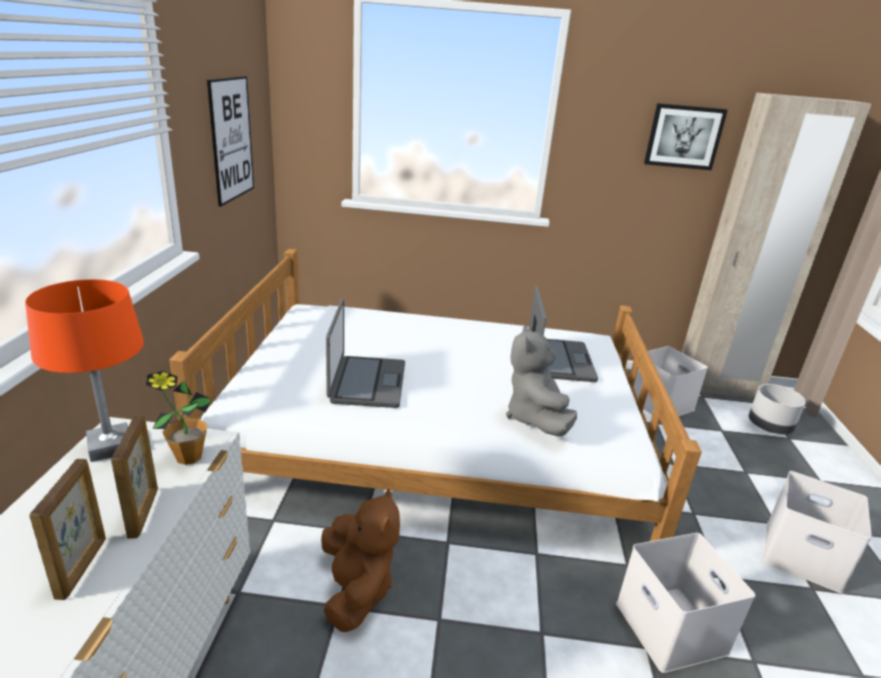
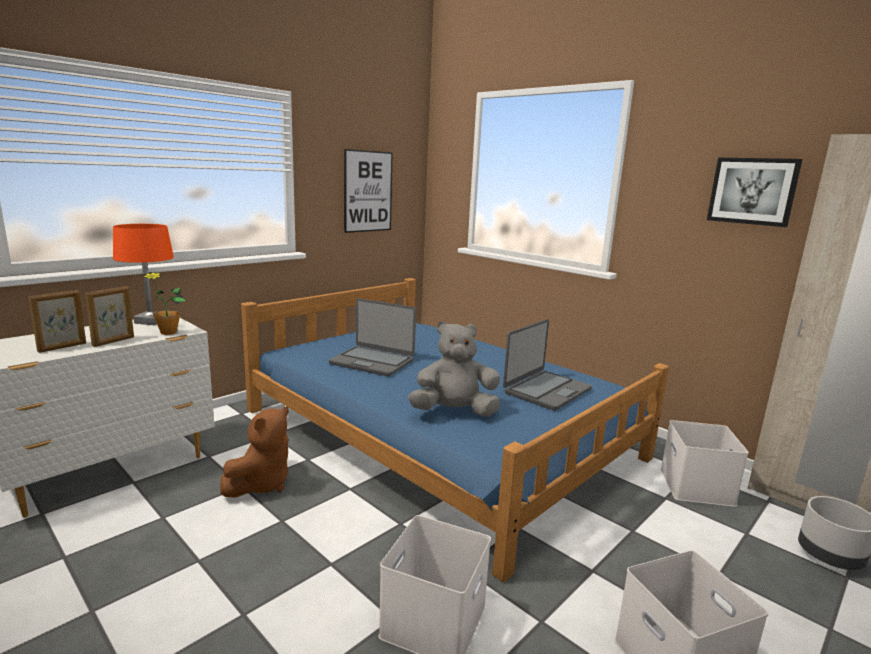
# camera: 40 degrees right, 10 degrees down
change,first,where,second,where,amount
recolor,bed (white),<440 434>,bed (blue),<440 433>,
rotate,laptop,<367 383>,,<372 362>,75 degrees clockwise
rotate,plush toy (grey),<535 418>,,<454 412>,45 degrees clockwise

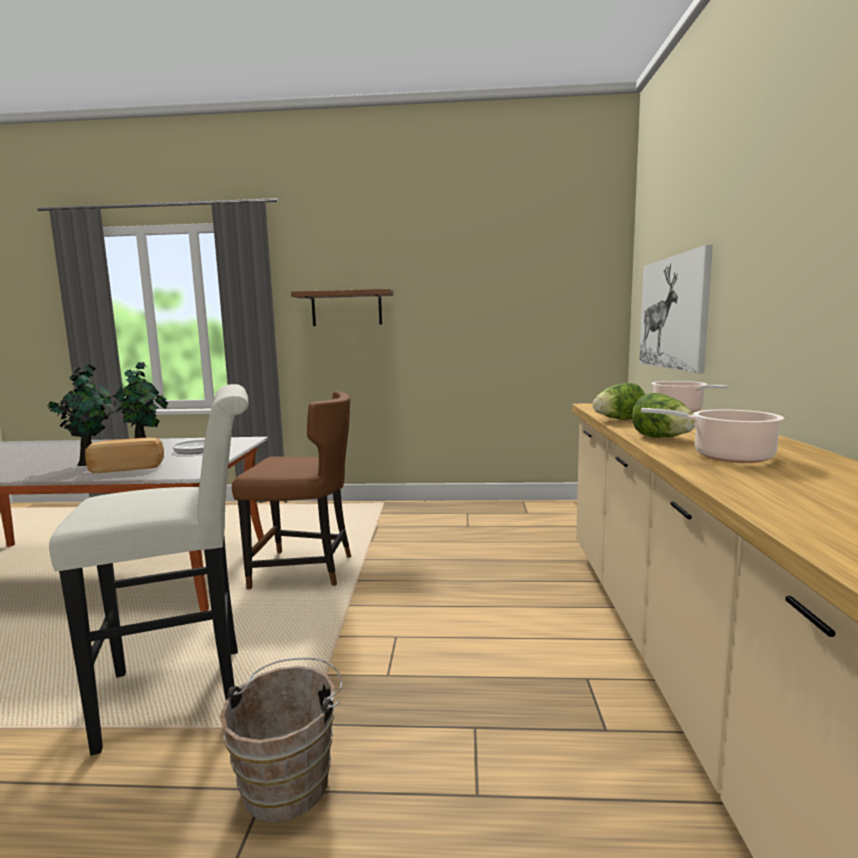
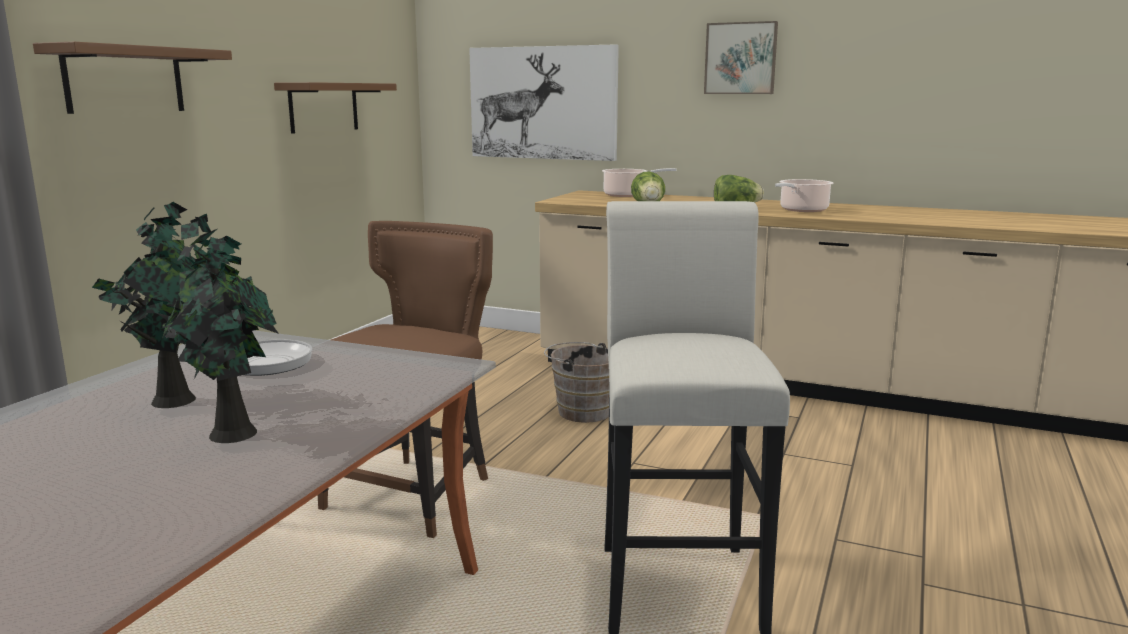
# camera: 70 degrees left, 5 degrees up
change,first,where,second,where,amount
insert,,,shelf (brown),<323 107>,
move,bucket (brown),<290 779>,,<581 411>,
insert,,,picture,<741 58>,
delete,bread,<128 468>,,,

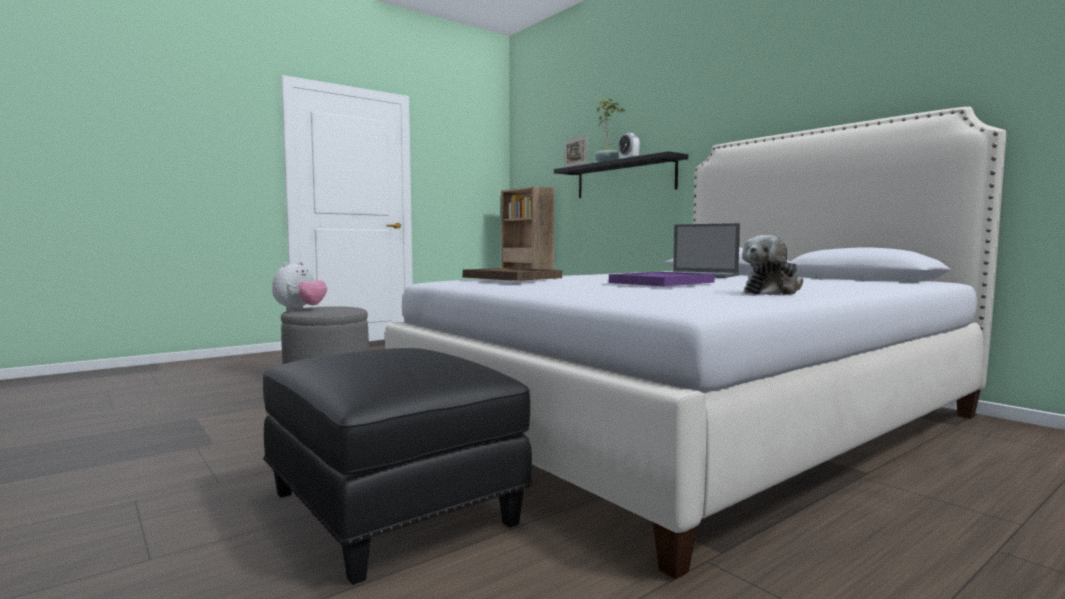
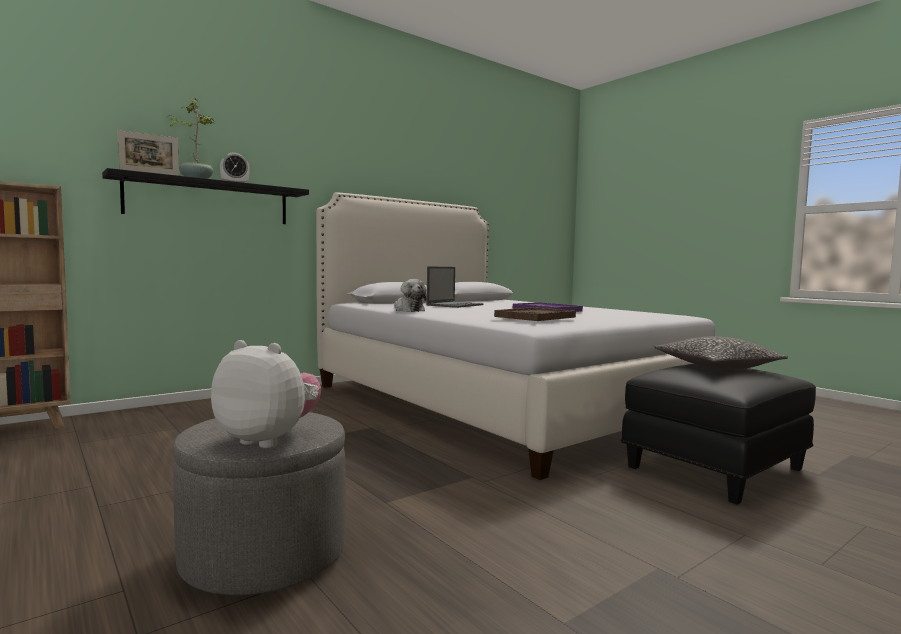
# camera: 90 degrees left, 0 degrees up
change,first,where,second,where,amount
move,plush toy,<772 292>,,<408 310>,
insert,,,pillow,<716 366>,

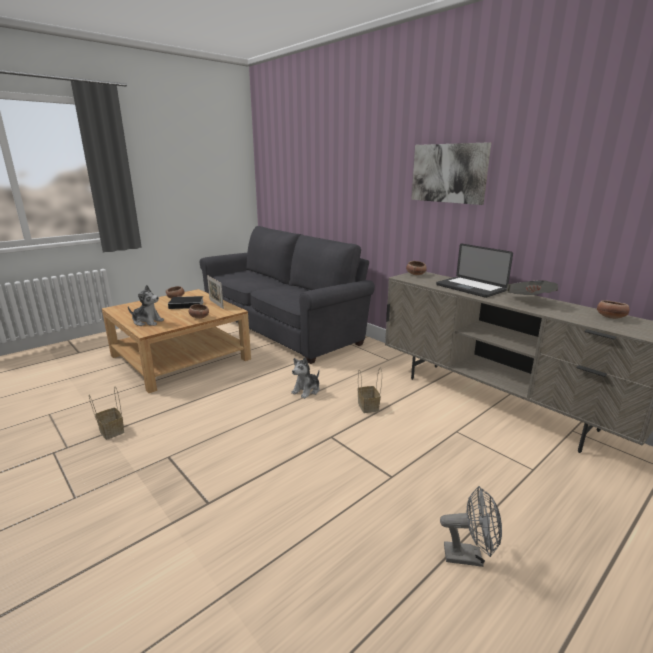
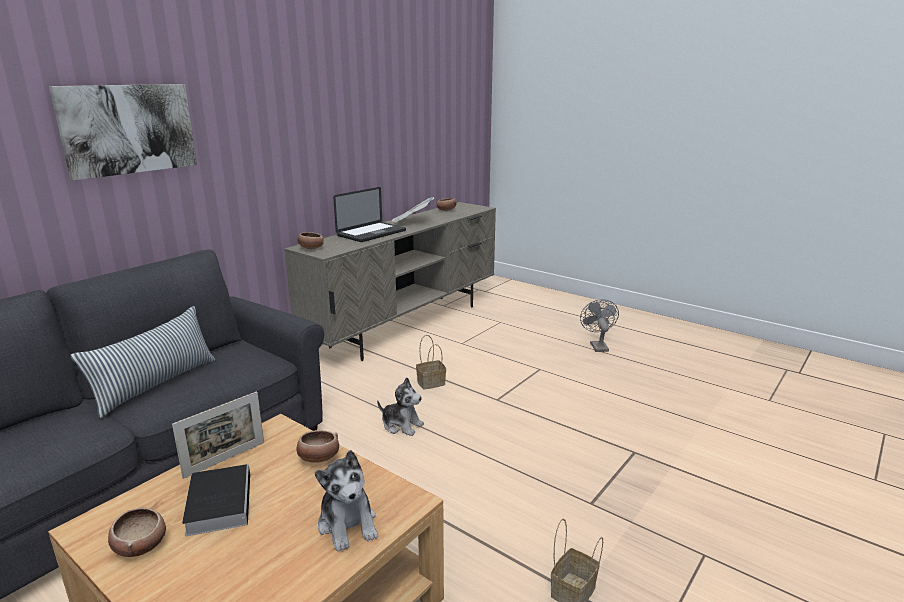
# camera: 100 degrees left, 0 degrees up
change,first,where,second,where,amount
move,picture,<449 173>,,<128 129>,
insert,,,pillow,<156 384>,
rotate,plush toy,<147 322>,,<348 524>,150 degrees clockwise

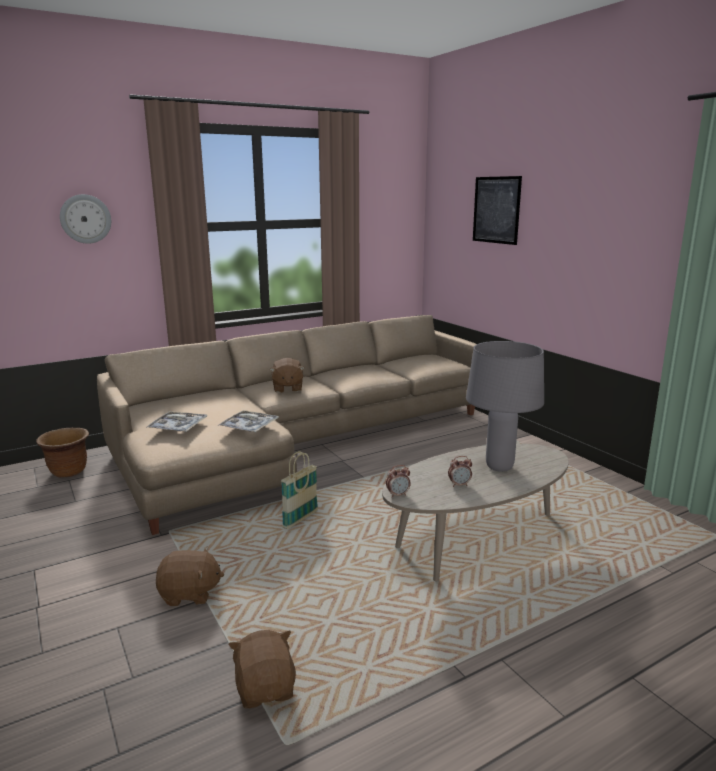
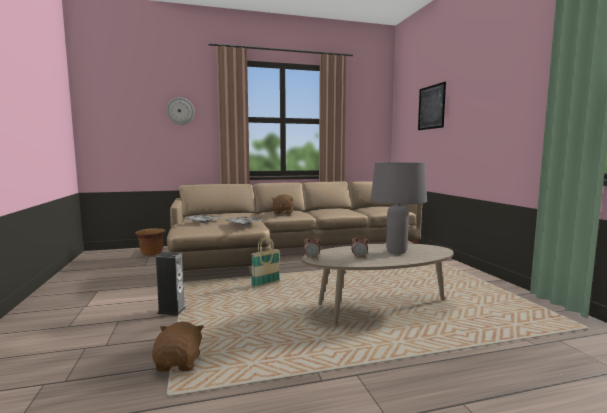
# camera: 15 degrees right, 10 degrees down
change,first,where,second,where,amount
replace,plush toy (brown),<190 594>,speaker,<171 311>,

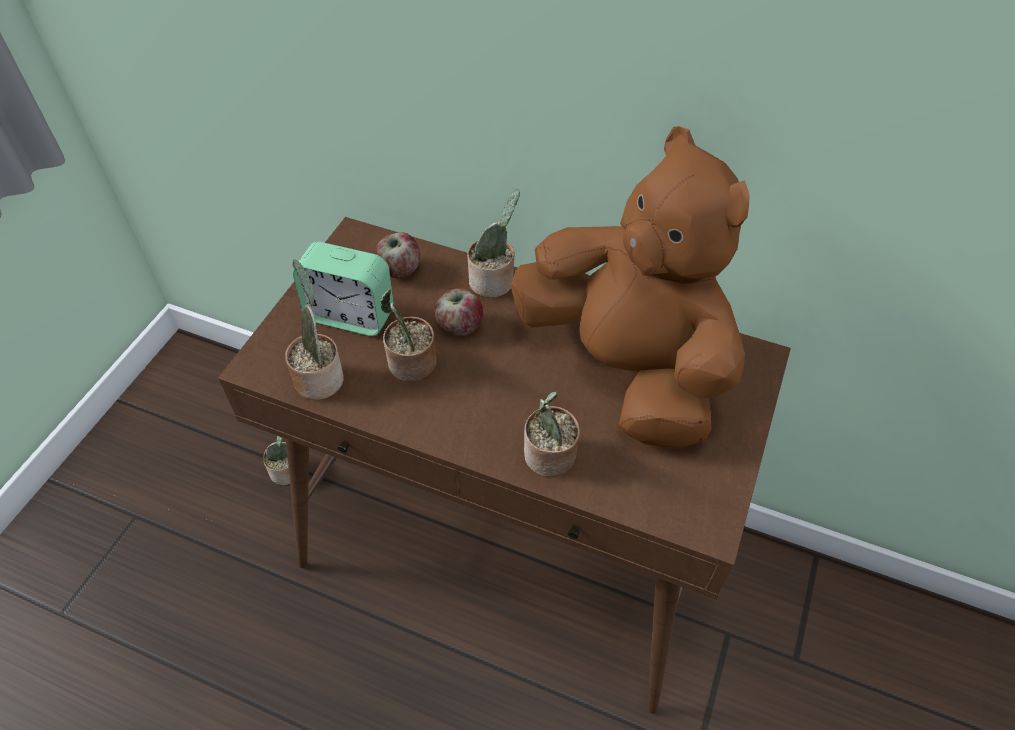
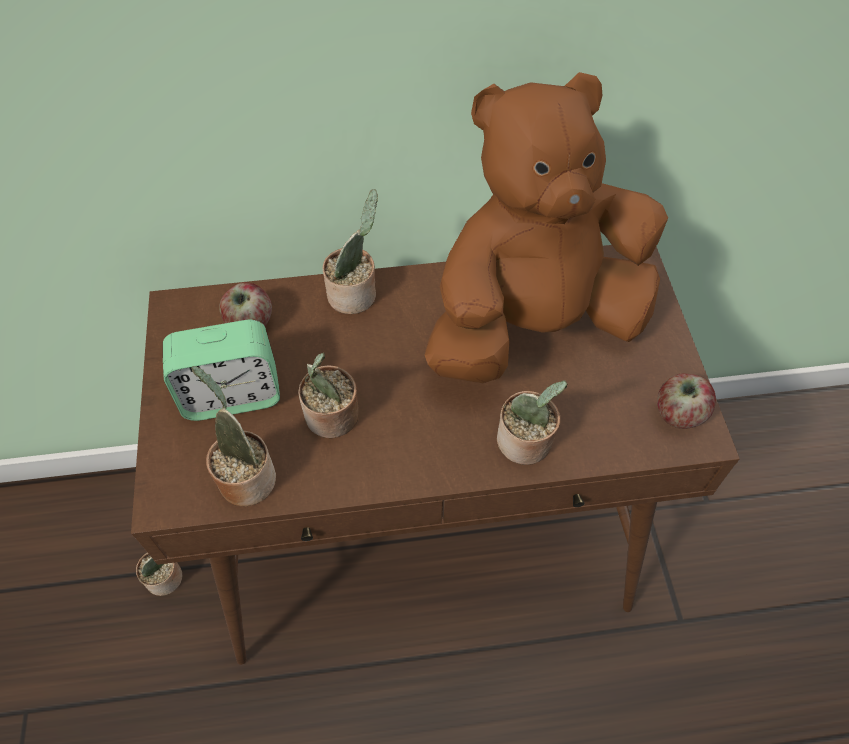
# camera: 30 degrees left, 5 degrees up
change,first,where,second,where,amount
rotate,plush toy (brown),<626 368>,,<534 323>,45 degrees counterclockwise
move,apple,<460 326>,,<678 414>,

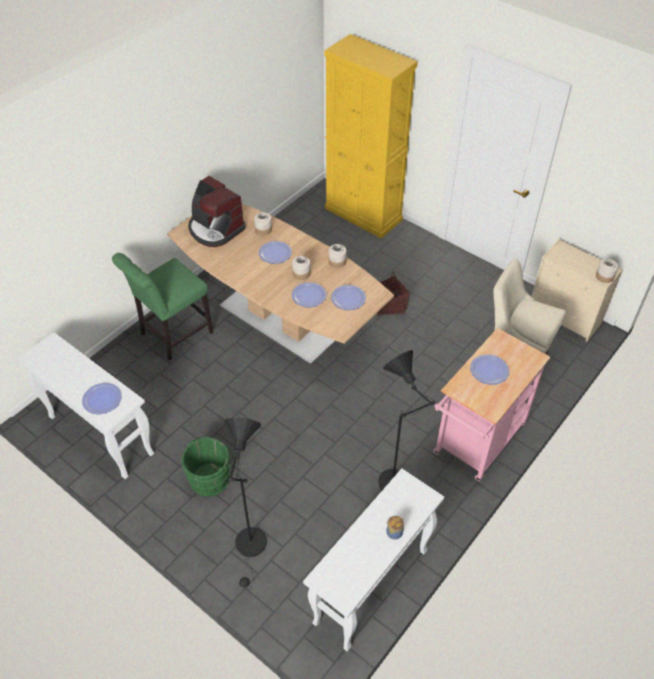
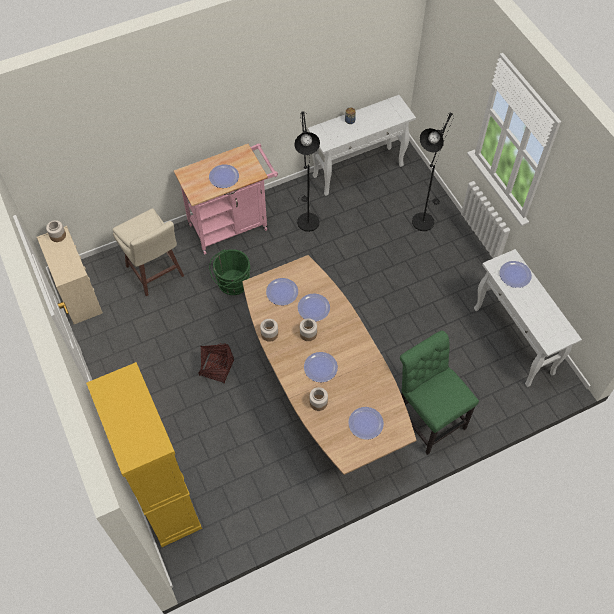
# camera: 155 degrees left, 10 degrees up
change,first,where,second,where,amount
move,bucket (green),<212 478>,,<231 283>,
replace,coffee machine,<215 229>,plate,<365 423>,
rotate,chair (green),<173 335>,,<427 417>,105 degrees counterclockwise

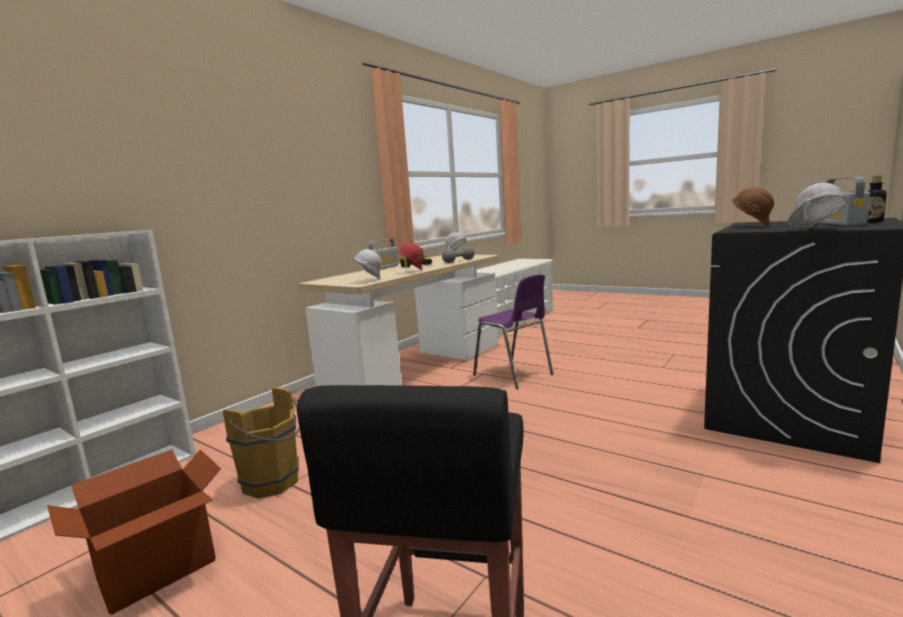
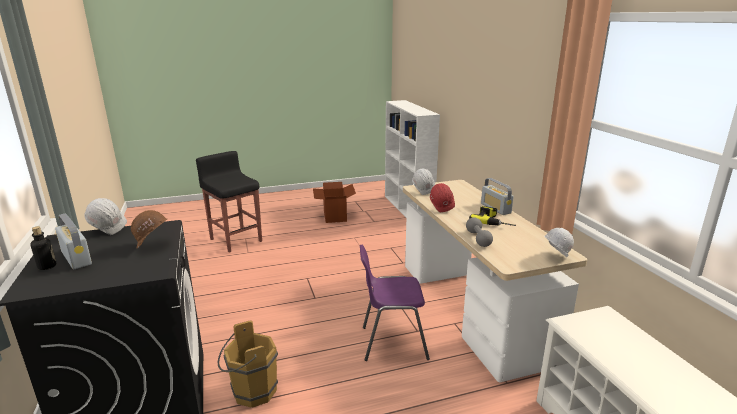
# camera: 125 degrees right, 10 degrees up
change,first,where,second,where,amount
move,bucket (brown),<274 483>,,<251 392>,

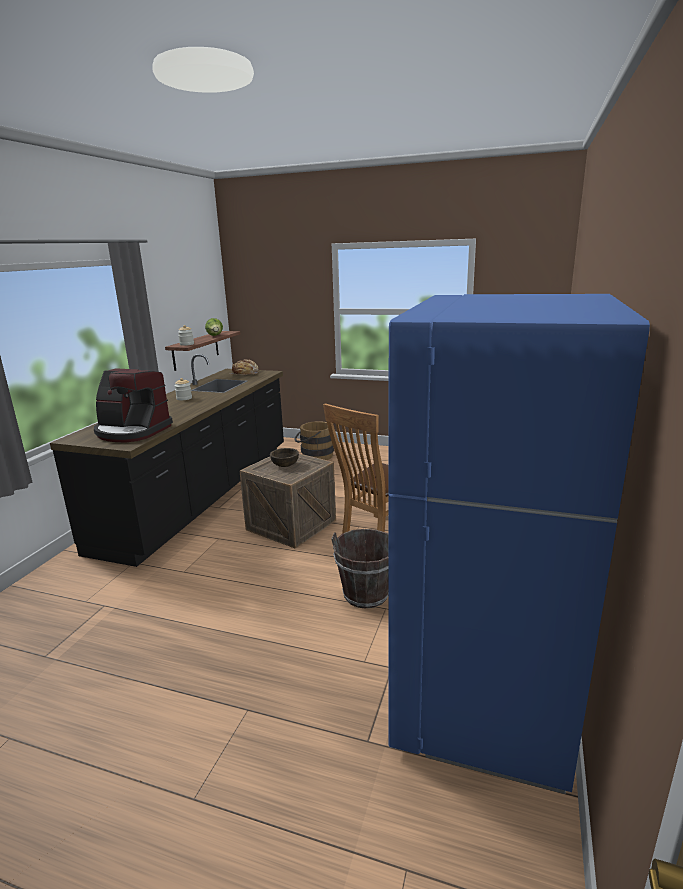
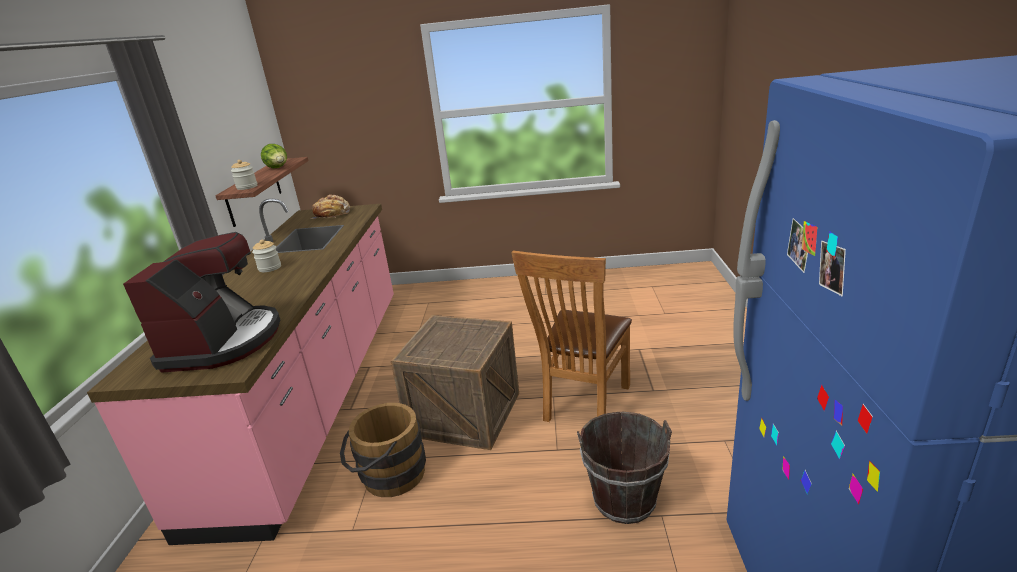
# camera: 15 degrees left, 5 degrees up
change,first,where,second,where,amount
recolor,counter (black),<202 494>,counter (pink),<316 392>,
rotate,coffee machine,<132 431>,,<224 342>,90 degrees counterclockwise
move,bucket (brown),<314 456>,,<388 476>,
delete,bowl (brown),<285 465>,,,

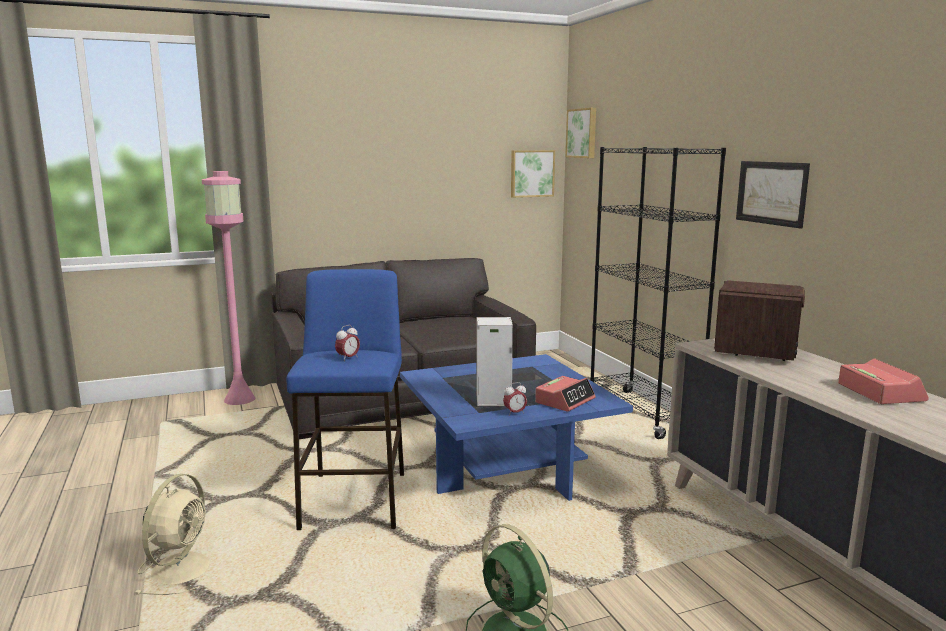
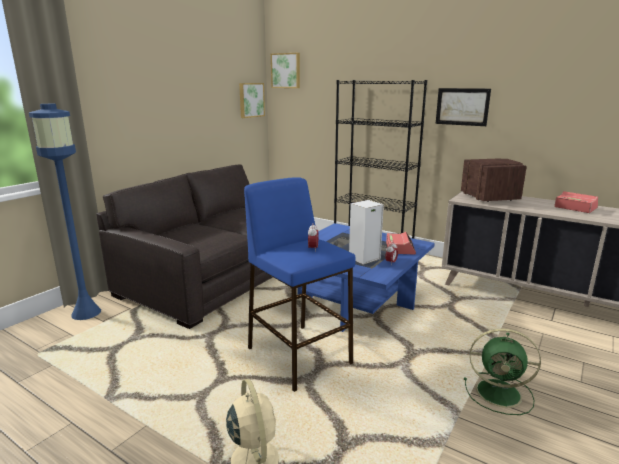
# camera: 35 degrees left, 5 degrees up
change,first,where,second,where,amount
recolor,floor lamp (pink),<240 399>,floor lamp (blue),<86 313>,

